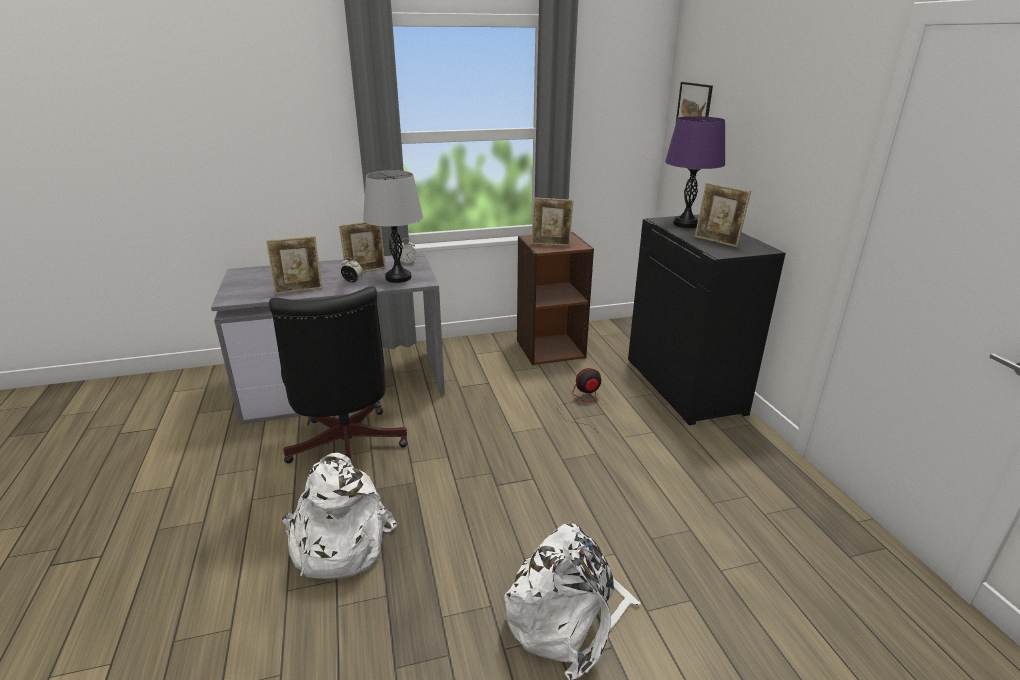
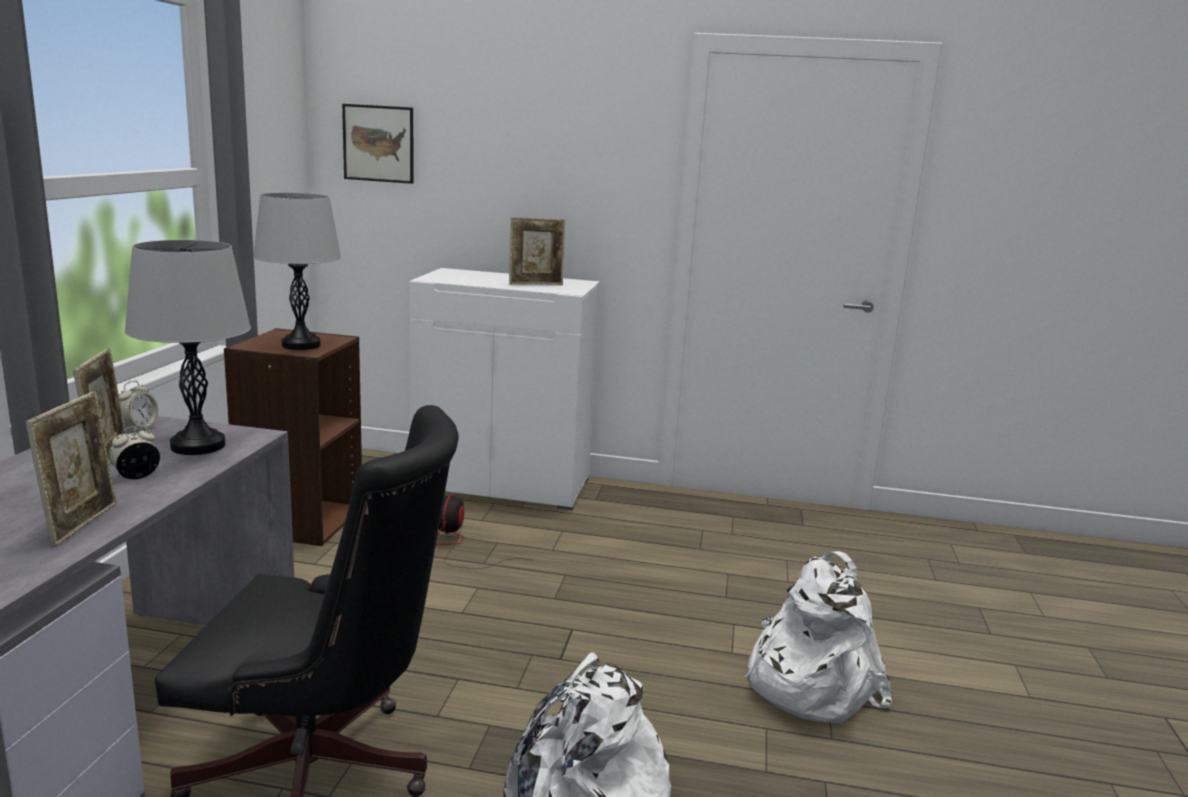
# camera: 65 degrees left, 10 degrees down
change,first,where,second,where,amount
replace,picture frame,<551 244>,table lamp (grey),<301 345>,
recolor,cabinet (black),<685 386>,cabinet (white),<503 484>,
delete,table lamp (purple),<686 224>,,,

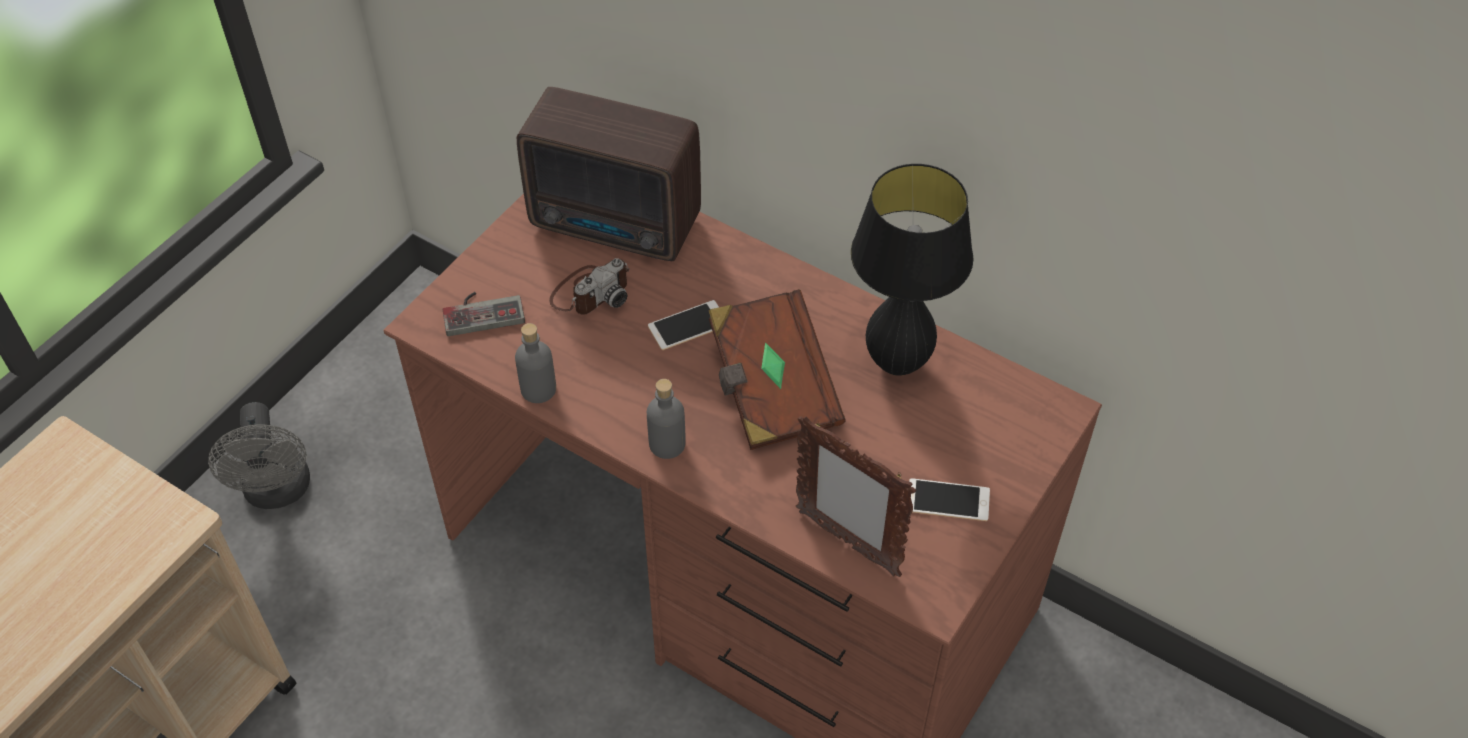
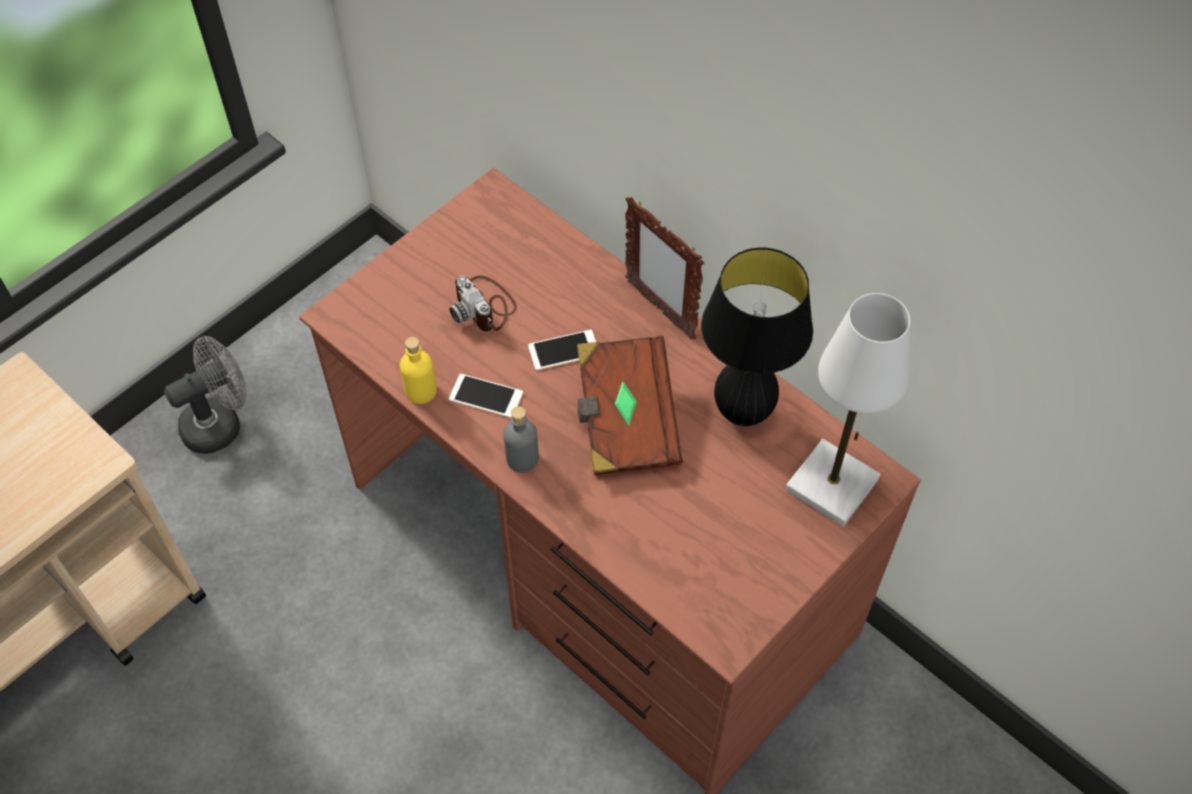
# camera: 10 degrees right, 5 degrees up
change,first,where,second,where,amount
rotate,fan (grey),<278 492>,,<220 423>,120 degrees counterclockwise
recolor,bottle (grey),<538 389>,bottle (yellow),<421 391>,
rotate,photo camera,<591 292>,,<484 306>,90 degrees clockwise
move,phone,<948 500>,,<486 396>,
move,picture frame,<847 542>,,<659 309>,
insert,,,table lamp (white),<832 484>,
delete,game controller,<483 310>,,,
delete,radio,<617 226>,,,

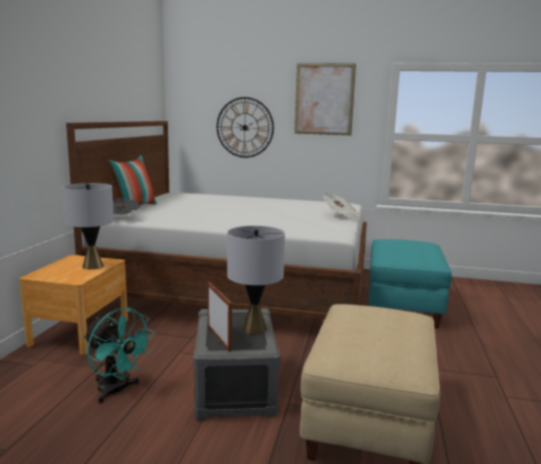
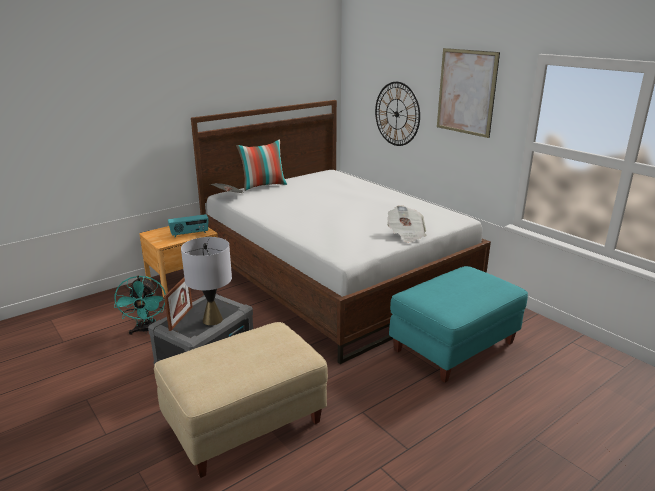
# camera: 40 degrees right, 10 degrees up
change,first,where,second,where,amount
replace,table lamp (grey),<93 266>,radio,<189 234>,

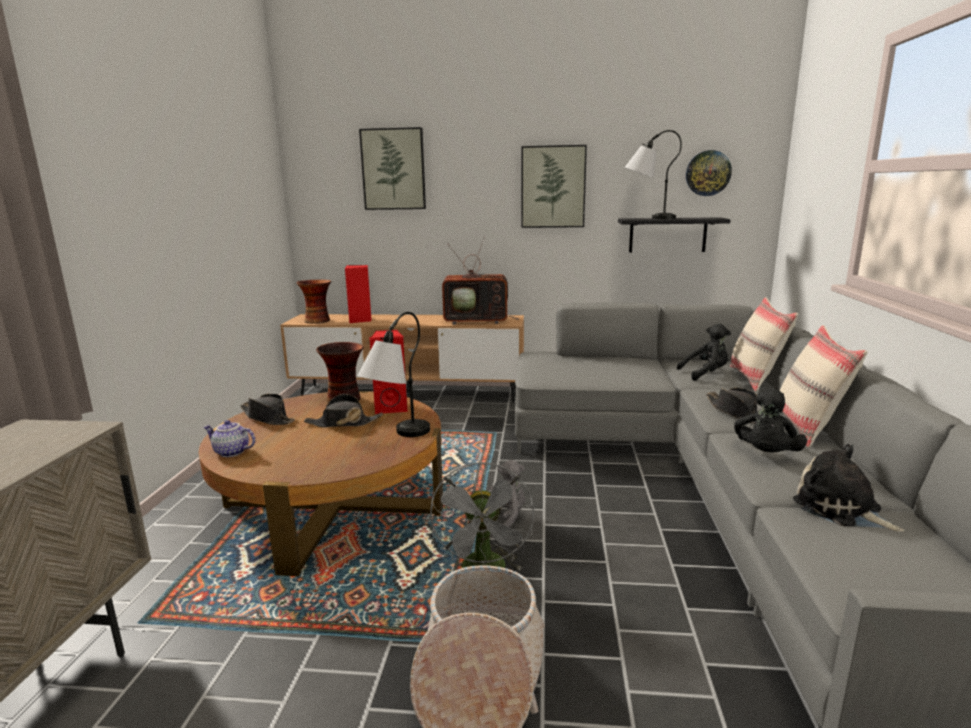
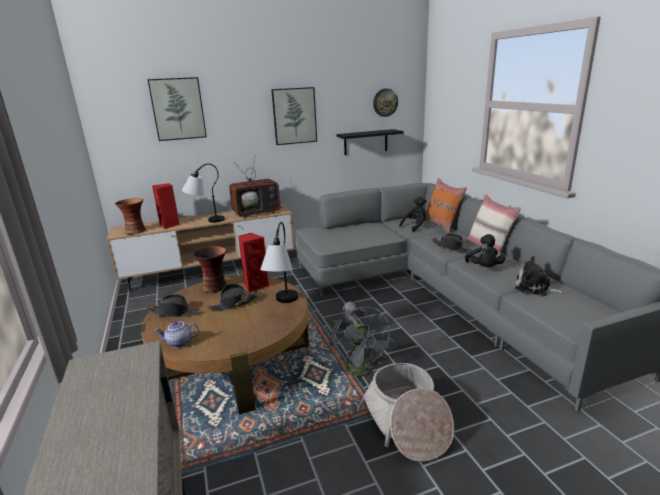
# camera: 25 degrees left, 5 degrees up
change,first,where,second,where,amount
move,table lamp,<647 218>,,<205 221>,
recolor,pillow (beige),<756 378>,pillow (orange),<442 225>,

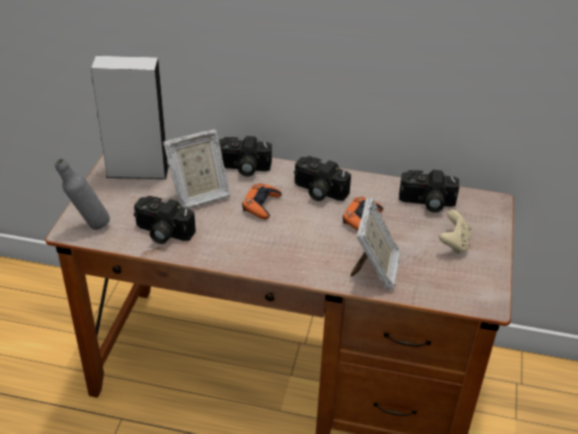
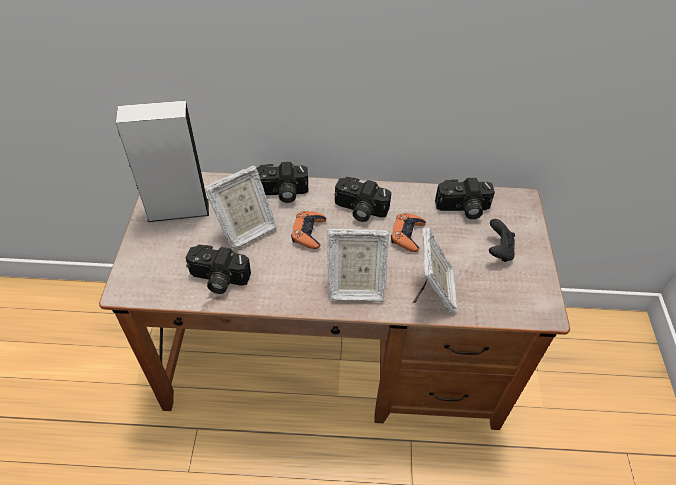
# camera: 10 degrees left, 10 degrees up
change,first,where,second,where,amount
insert,,,picture frame,<354 286>,
recolor,game controller (beige),<454 243>,game controller (black),<498 251>,
delete,bottle (grey),<89 226>,,,

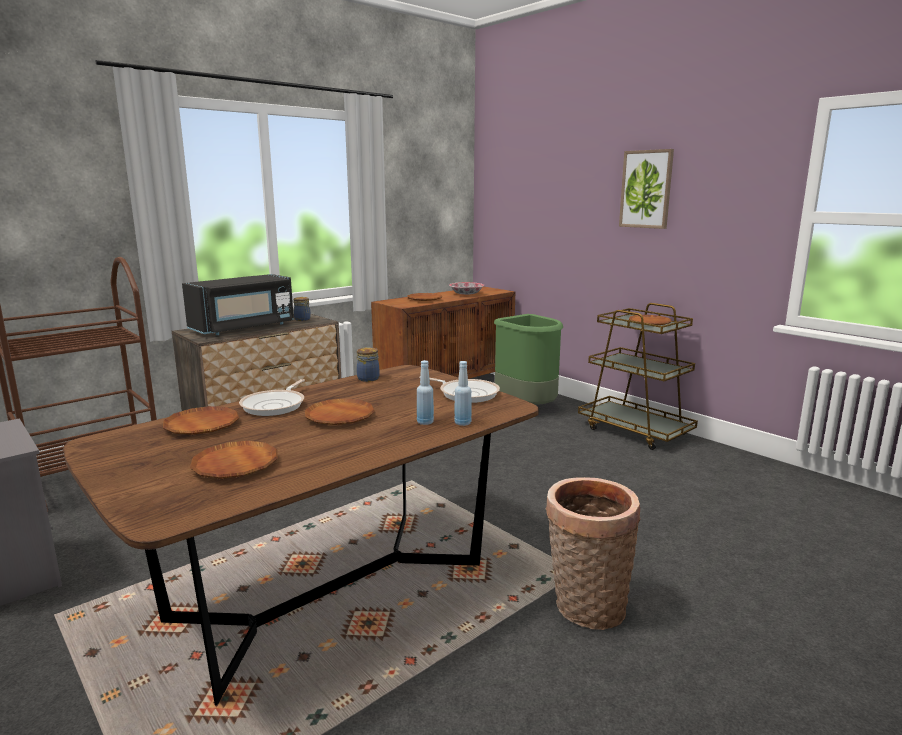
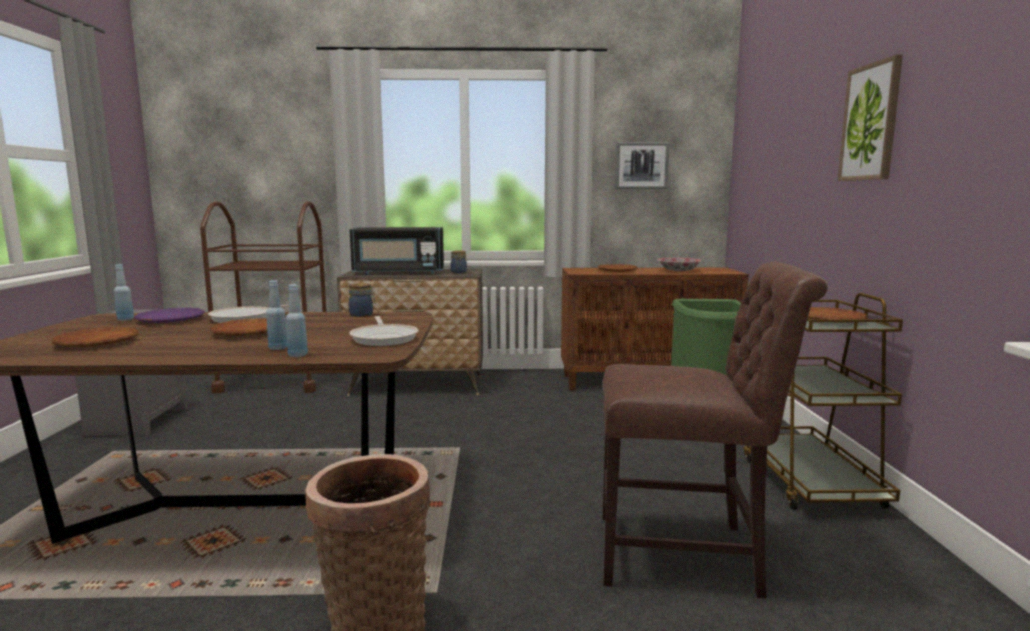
# camera: 40 degrees right, 5 degrees down
change,first,where,second,where,amount
insert,,,bottle (blue),<125 319>,
recolor,plate (brown),<202 426>,plate (purple),<171 320>,
insert,,,chair (brown),<687 555>,
insert,,,picture,<641 165>,

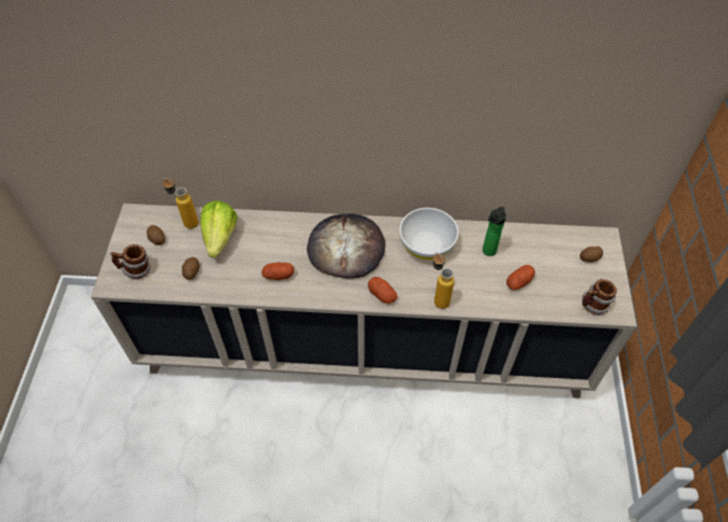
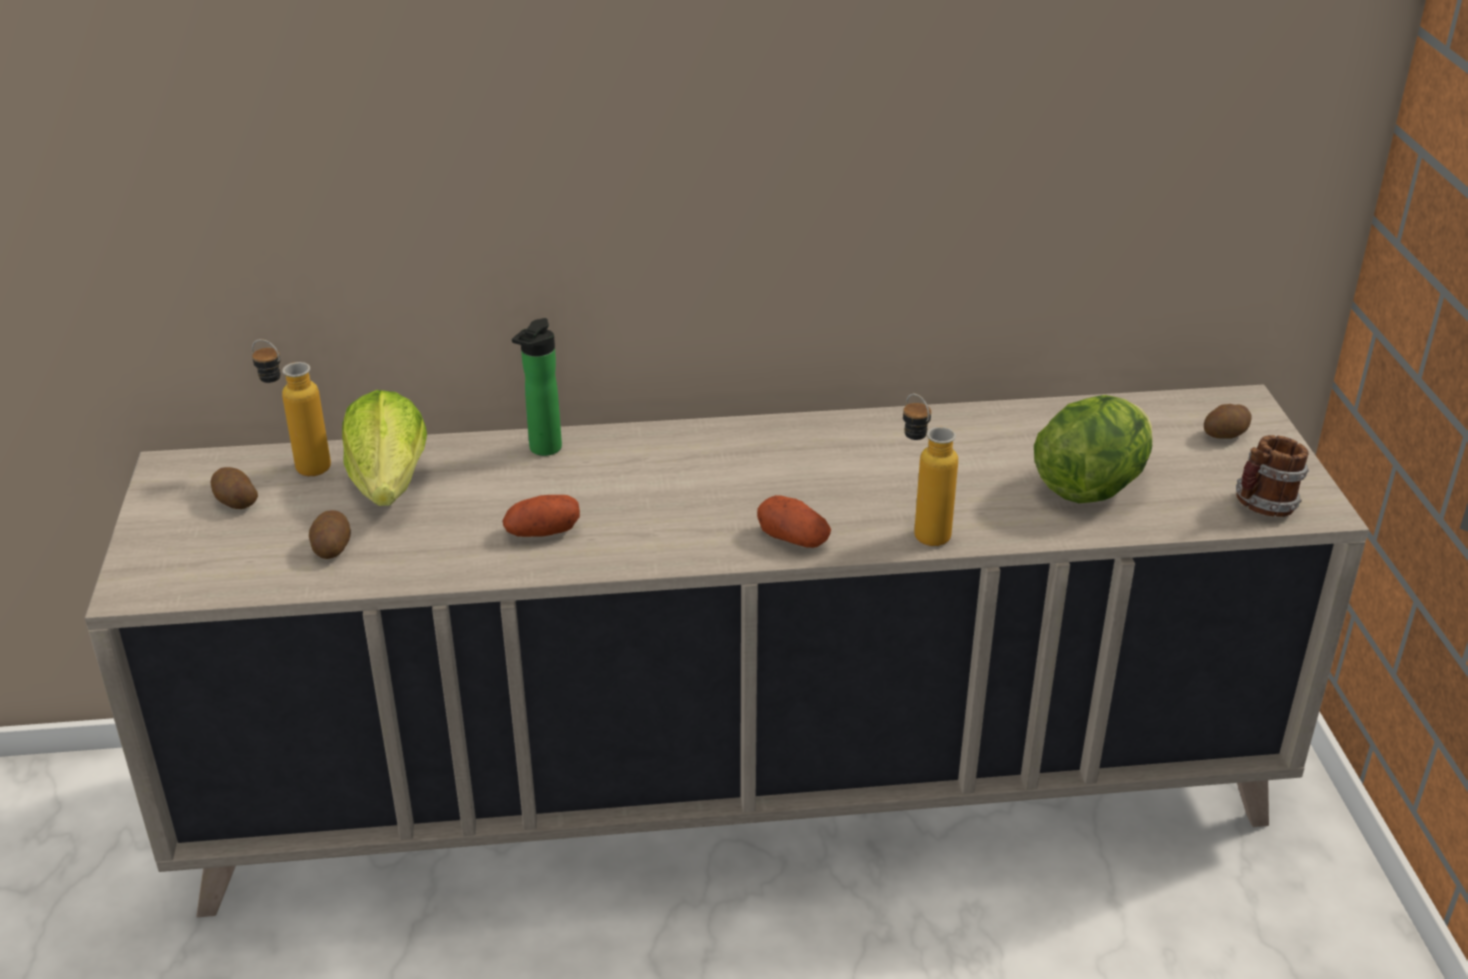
# camera: 10 degrees left, 20 degrees down
change,first,where,second,where,amount
move,bottle,<488 252>,,<542 450>,
replace,potato,<519 282>,lettuce,<1090 487>,
delete,mug,<136 270>,,,
delete,bread,<346 248>,,,
delete,bowl (white),<427 245>,,,

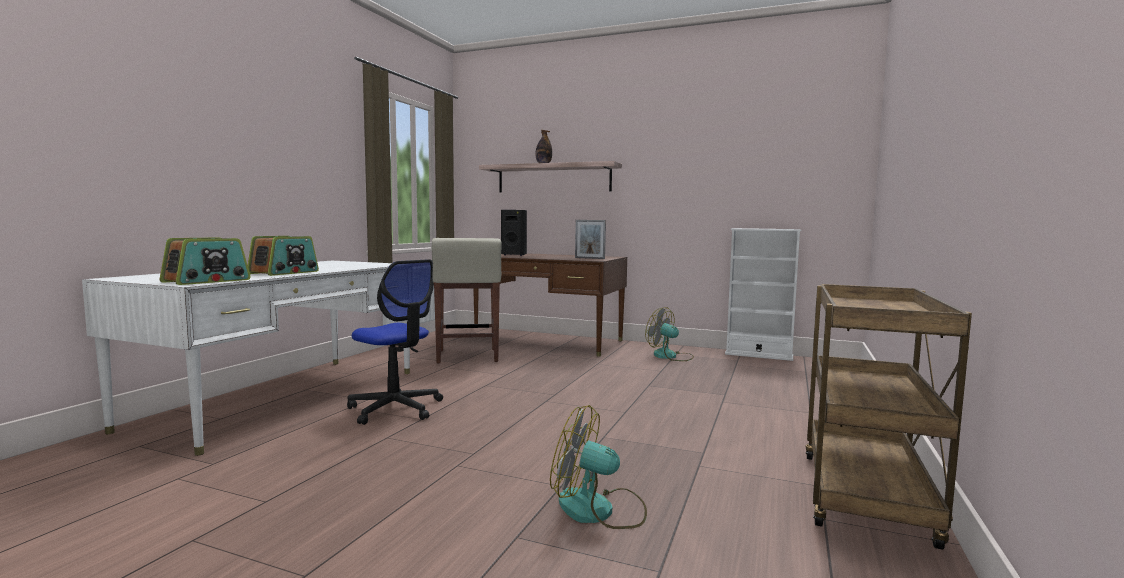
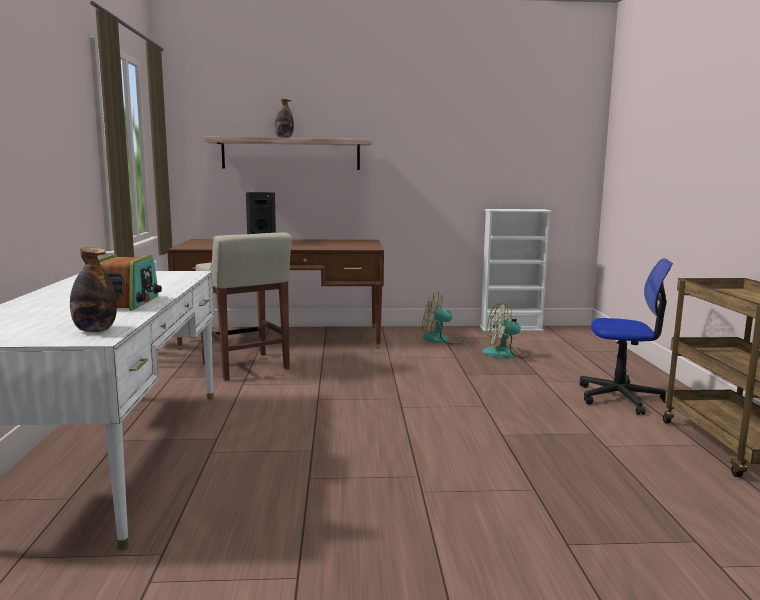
# camera: 25 degrees left, 5 degrees up
change,first,where,second,where,amount
replace,radio,<207 281>,bottle,<95 330>,
move,fan,<598 510>,,<506 354>,
move,office chair,<395 409>,,<620 398>,
delete,picture frame,<589 258>,,,

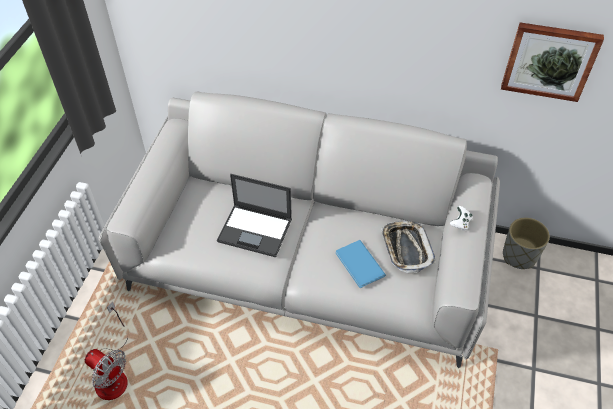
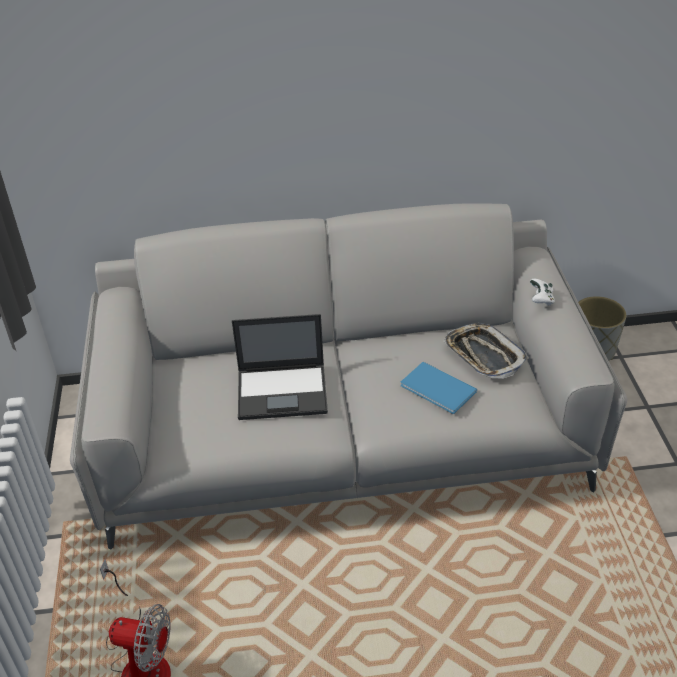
# camera: 20 degrees left, 10 degrees down
change,first,where,second,where,amount
delete,picture,<549 61>,,,

